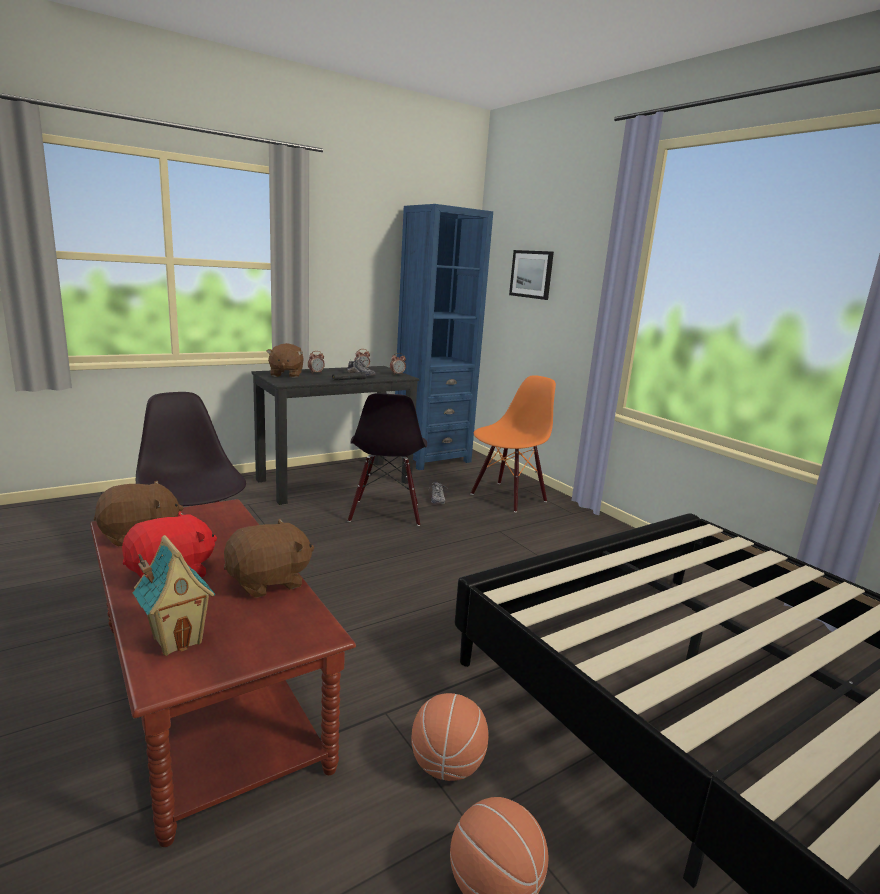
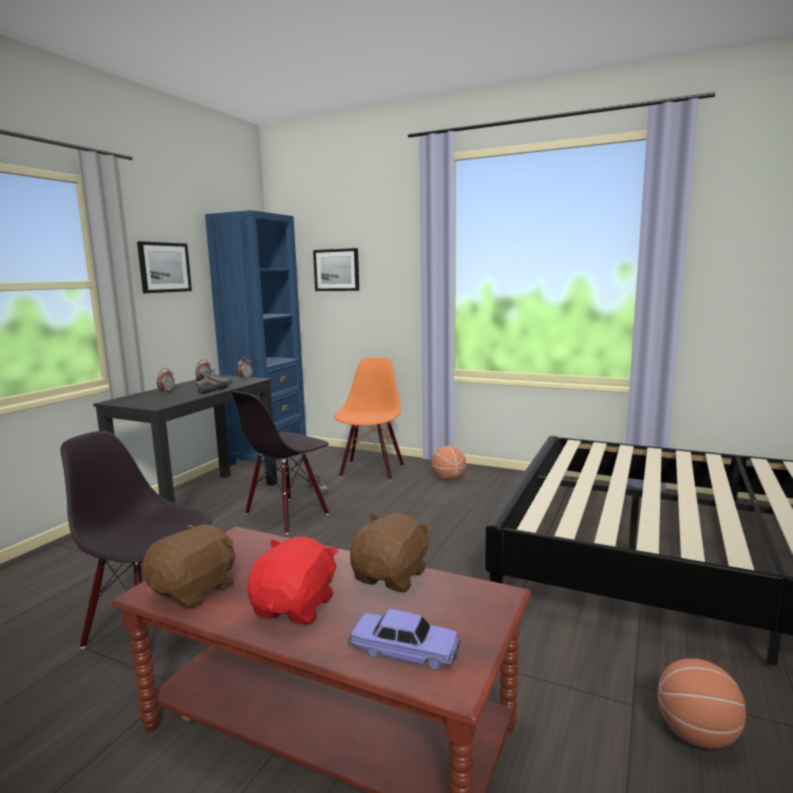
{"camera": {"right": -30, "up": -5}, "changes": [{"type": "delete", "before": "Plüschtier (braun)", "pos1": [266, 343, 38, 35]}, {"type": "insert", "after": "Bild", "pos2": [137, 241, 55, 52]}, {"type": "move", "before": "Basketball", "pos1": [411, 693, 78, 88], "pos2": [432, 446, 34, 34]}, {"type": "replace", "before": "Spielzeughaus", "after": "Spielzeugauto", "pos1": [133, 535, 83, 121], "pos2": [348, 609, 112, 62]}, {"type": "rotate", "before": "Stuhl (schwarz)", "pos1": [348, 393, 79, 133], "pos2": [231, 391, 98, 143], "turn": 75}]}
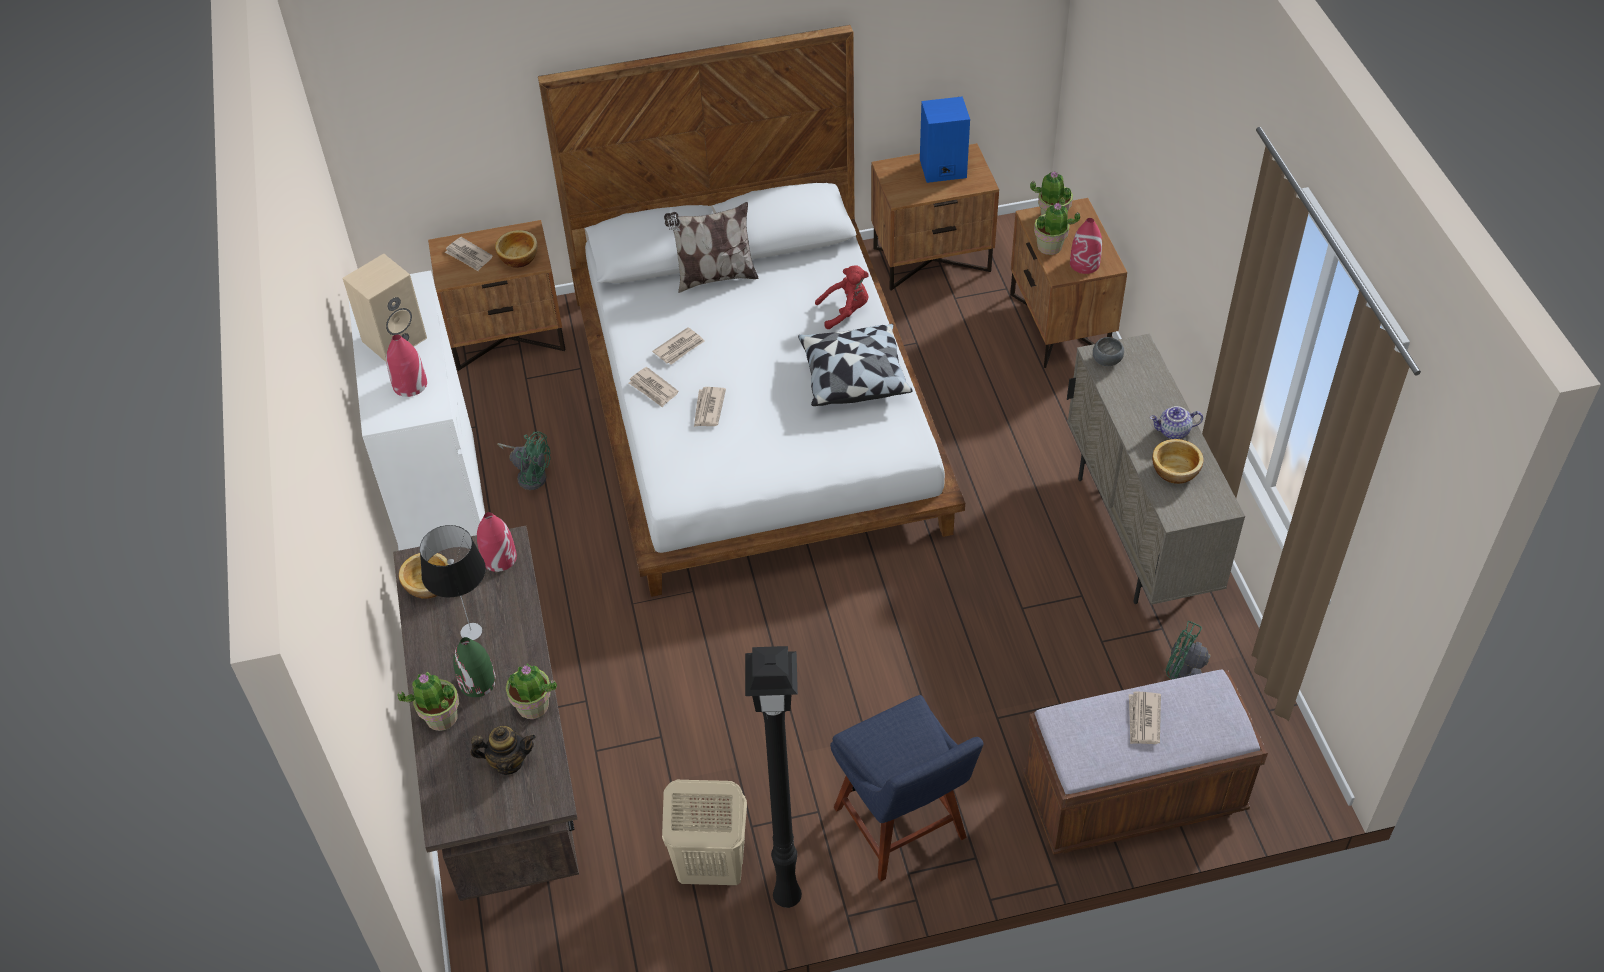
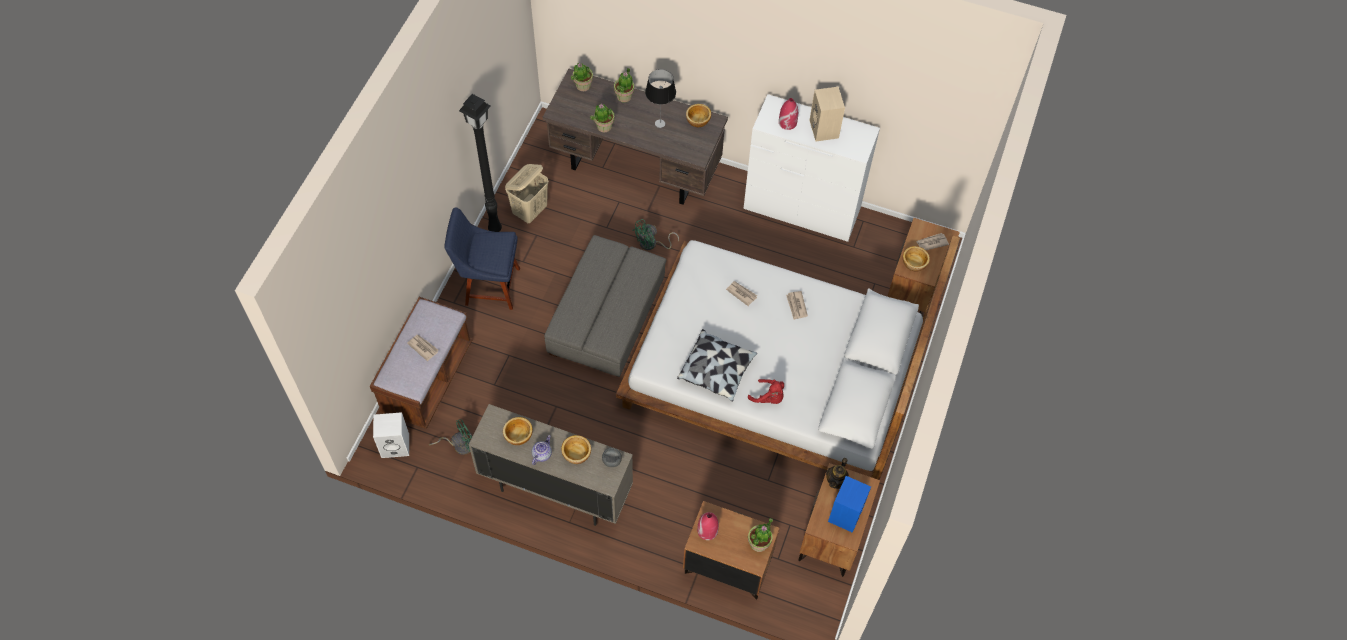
{"camera": {"right": 120, "up": 10}, "changes": [{"type": "delete", "before": "Vase (grün)", "pos1": [453, 637, 43, 60]}, {"type": "delete", "before": "Vase (rot)", "pos1": [477, 512, 40, 60]}, {"type": "delete", "before": "Zeitung", "pos1": [629, 367, 50, 40]}, {"type": "delete", "before": "Kissen", "pos1": [664, 202, 95, 91]}, {"type": "insert", "after": "Lautsprecher (weiß)", "pos2": [373, 412, 36, 46]}, {"type": "insert", "after": "Polsterhocker (grau)", "pos2": [544, 235, 123, 142]}, {"type": "insert", "after": "Schüssel", "pos2": [561, 435, 30, 29]}, {"type": "move", "before": "Teekanne", "pos1": [471, 726, 65, 49], "pos2": [826, 458, 23, 31]}, {"type": "move", "before": "Ventilator (grün)", "pos1": [497, 431, 54, 59], "pos2": [632, 219, 47, 31]}, {"type": "move", "before": "Topfpflanze", "pos1": [1034, 203, 46, 52], "pos2": [571, 63, 22, 28]}, {"type": "rotate", "before": "Plüschtier (rot)", "pos1": [815, 265, 54, 64], "pos2": [748, 379, 36, 25], "turn": -75}]}
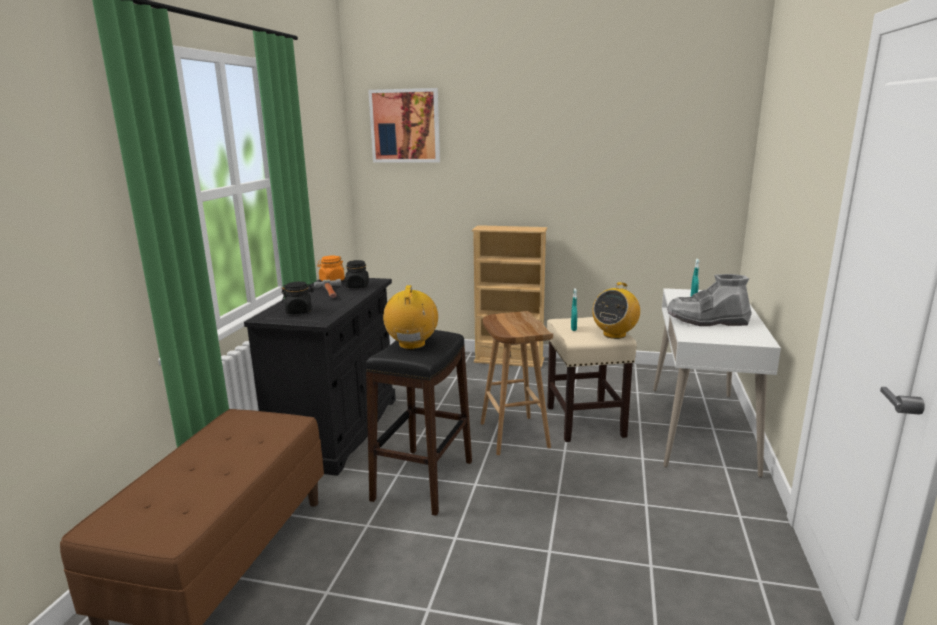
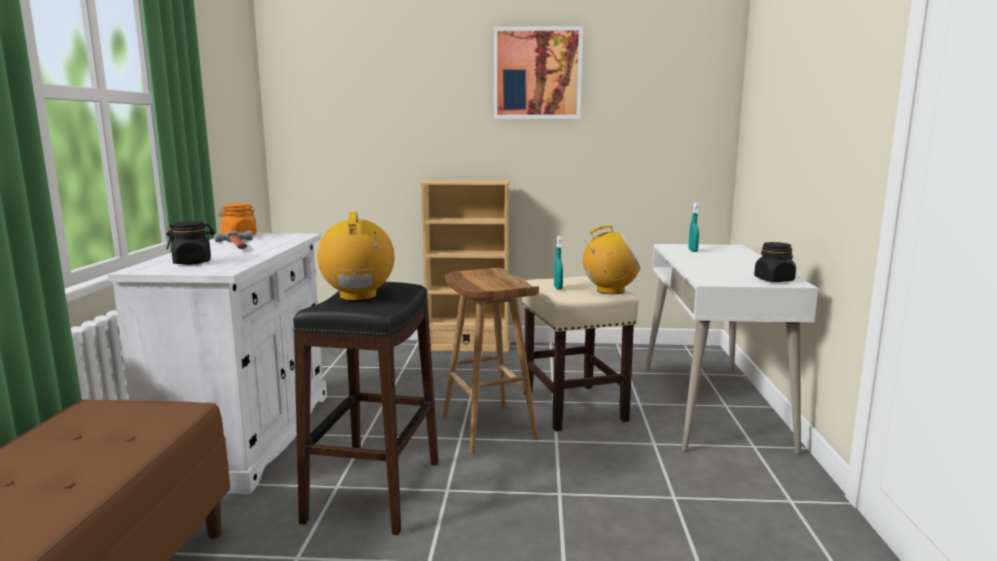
{"camera": {"right": -10, "up": -5}, "changes": [{"type": "delete", "before": "Stiefel (grau)", "pos1": [667, 274, 85, 52]}, {"type": "move", "before": "Vorratsglas (schwarz)", "pos1": [345, 260, 24, 28], "pos2": [754, 242, 42, 40]}, {"type": "move", "before": "Bild", "pos1": [368, 88, 72, 75], "pos2": [494, 26, 89, 93]}, {"type": "recolor", "before": "Schrank (schwarz)", "after": "Schrank (weiß)", "pos1": [244, 278, 152, 198], "pos2": [108, 233, 219, 261]}, {"type": "rotate", "before": "Radio", "pos1": [592, 282, 48, 57], "pos2": [583, 225, 58, 69], "turn": -120}]}
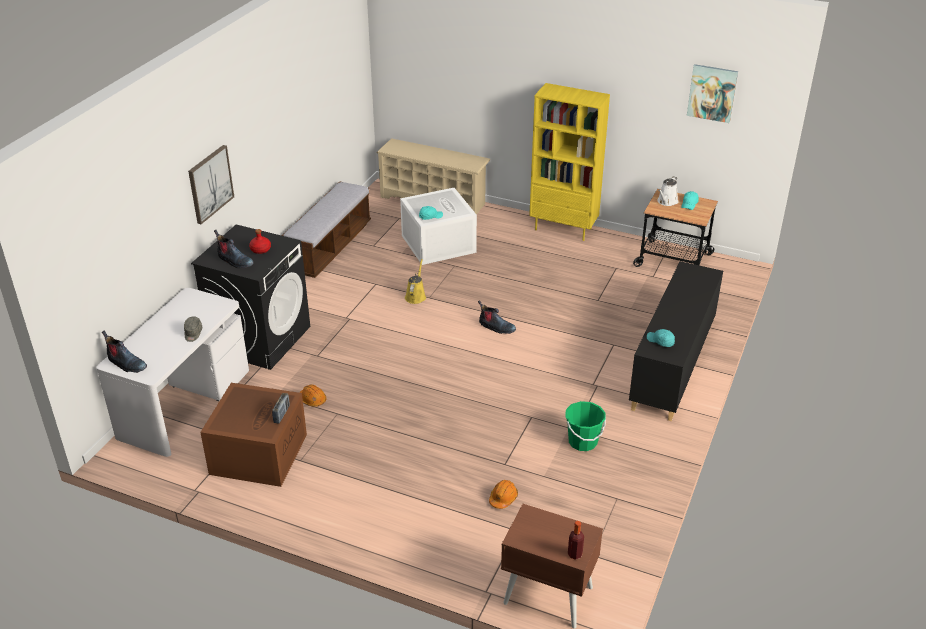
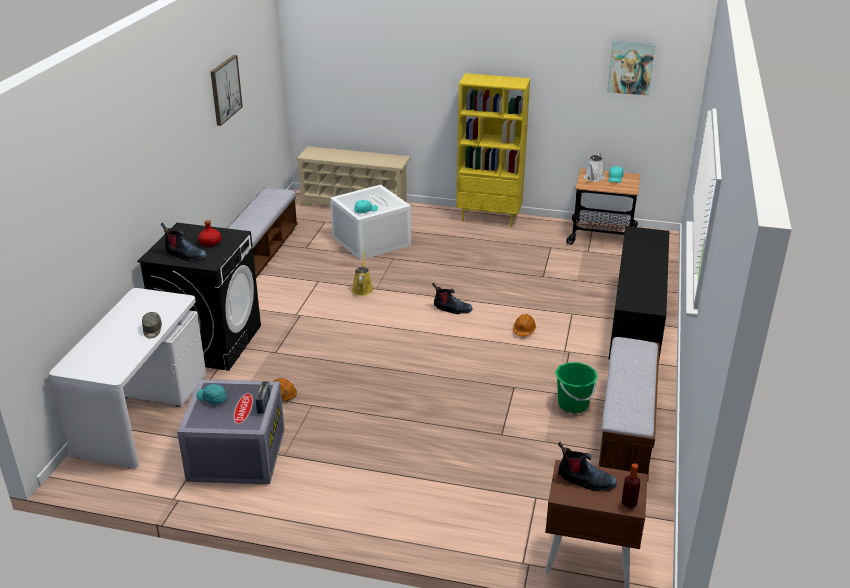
{"camera": {"right": -10, "up": -5}, "changes": [{"type": "insert", "after": "Bank", "pos2": [599, 337, 61, 144]}, {"type": "move", "before": "Stiefel", "pos1": [102, 330, 45, 43], "pos2": [558, 442, 59, 49]}, {"type": "move", "before": "Bild", "pos1": [188, 145, 46, 79], "pos2": [211, 55, 32, 71]}, {"type": "move", "before": "Schutzhelm (orange)", "pos1": [489, 480, 29, 29], "pos2": [513, 314, 23, 23]}, {"type": "move", "before": "Kappe (türkis)", "pos1": [647, 329, 28, 18], "pos2": [196, 384, 31, 20]}, {"type": "recolor", "before": "Aufbewahrungsbox (braun)", "after": "Aufbewahrungsbox (grau)", "pos1": [200, 383, 107, 104], "pos2": [177, 379, 108, 105]}]}
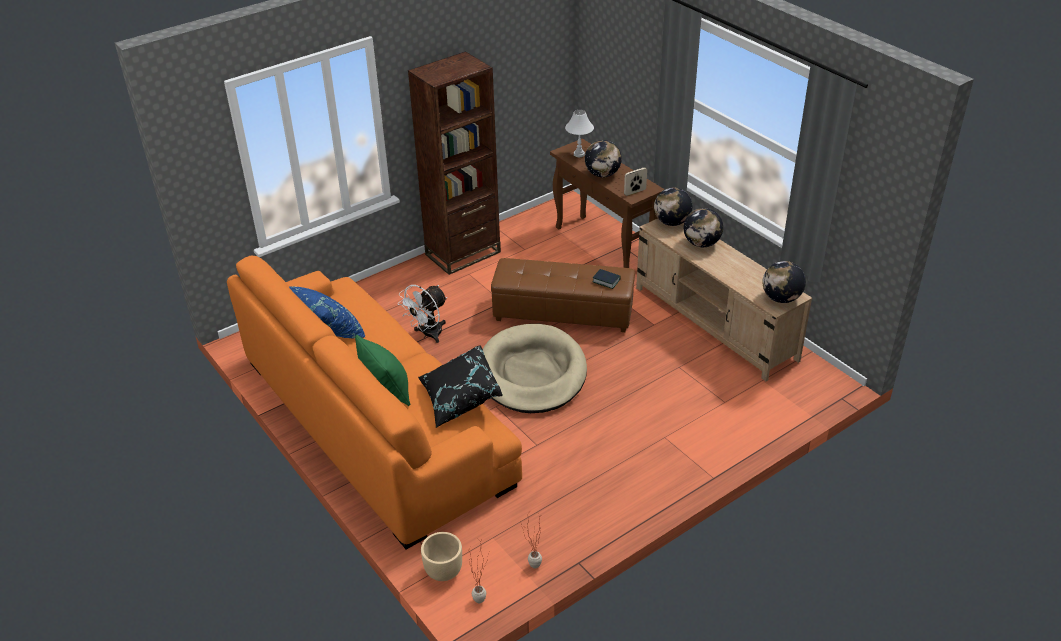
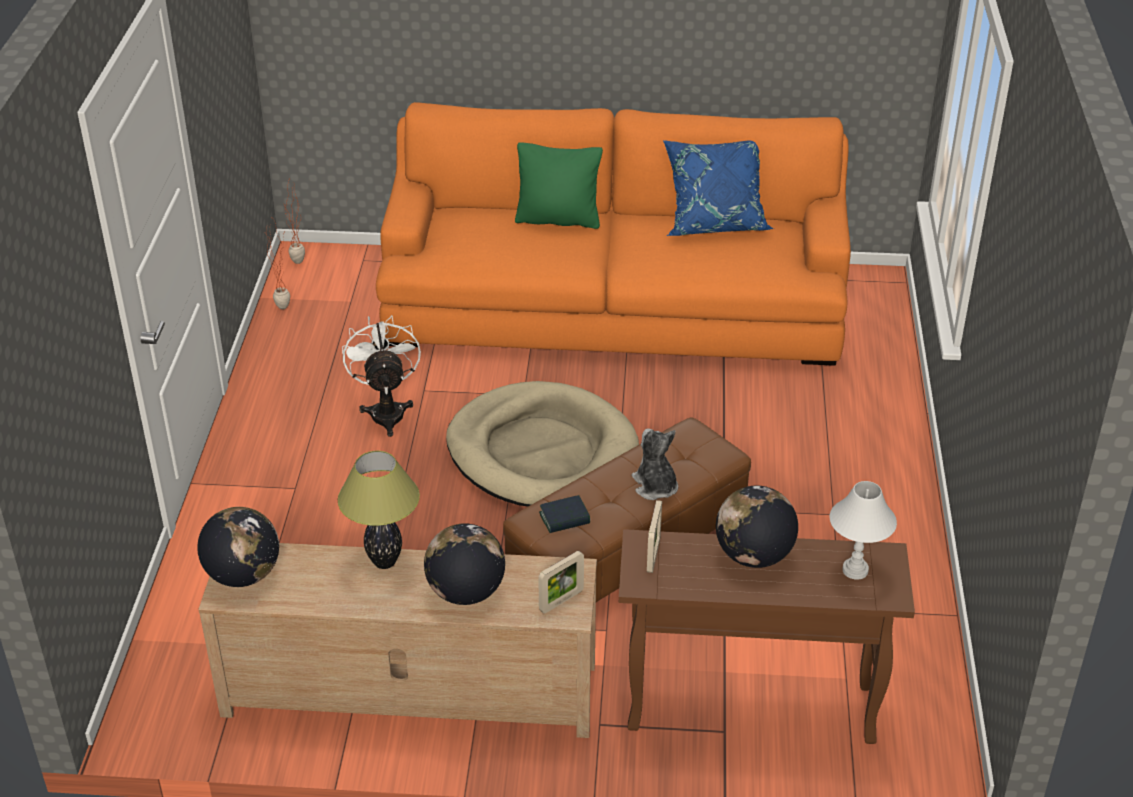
{"camera": {"right": 130, "up": 0}, "changes": [{"type": "delete", "before": "Bücherregal (braun)", "pos1": [408, 51, 93, 224]}, {"type": "delete", "before": "Kissen (schwarz)", "pos1": [418, 346, 85, 82]}, {"type": "delete", "before": "Pflanzkübel (beige)", "pos1": [421, 532, 41, 49]}, {"type": "insert", "after": "Tischlampe", "pos2": [338, 451, 82, 118]}, {"type": "insert", "after": "Plüschtier", "pos2": [632, 428, 46, 72]}, {"type": "move", "before": "Ventilator (weiß)", "pos1": [398, 285, 49, 58], "pos2": [342, 315, 79, 122]}, {"type": "replace", "before": "Globus", "after": "Bilderrahmen", "pos1": [654, 188, 38, 38], "pos2": [538, 551, 46, 62]}]}
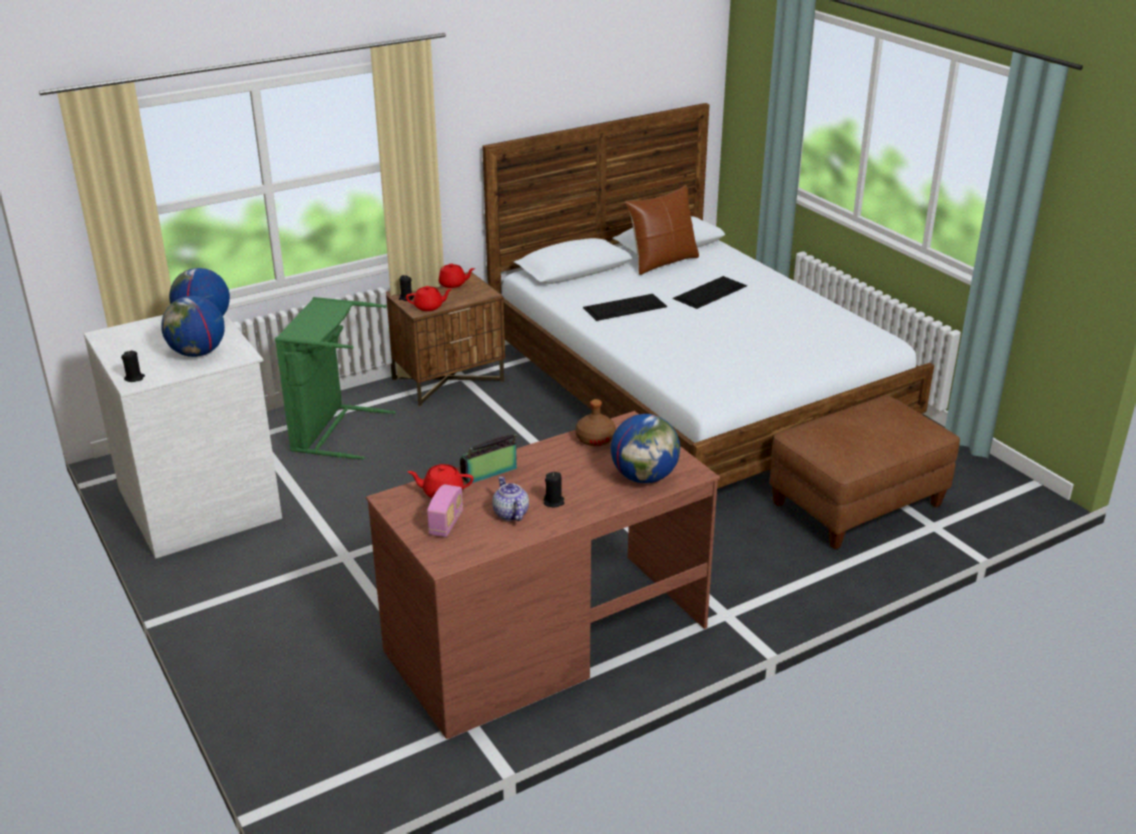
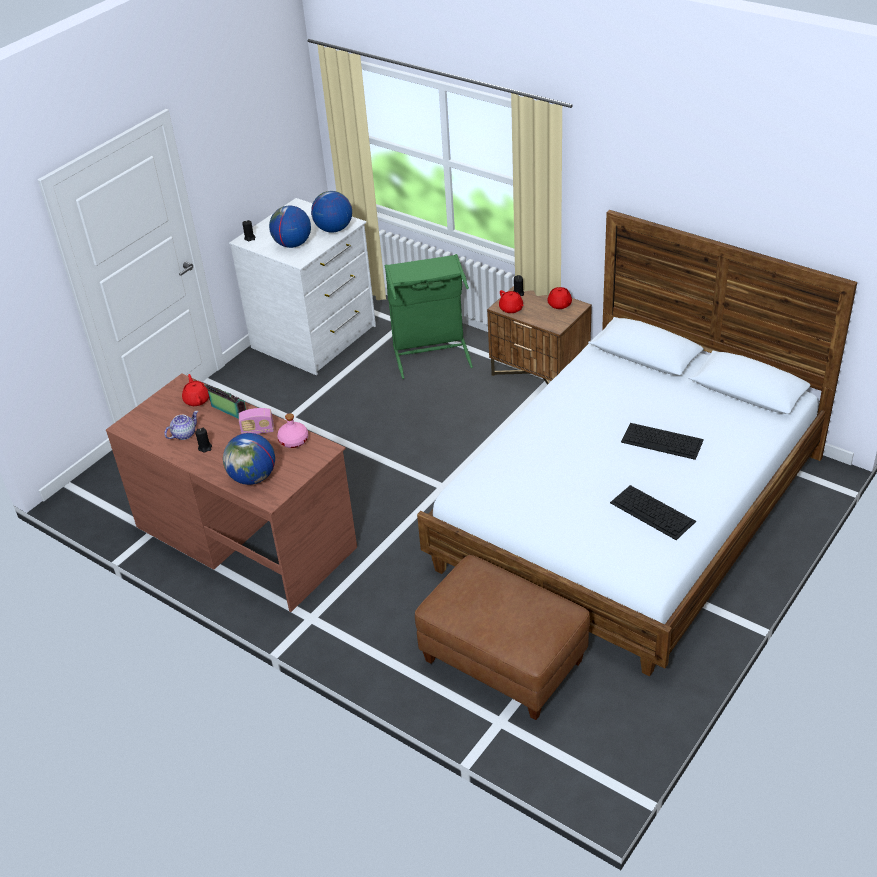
{"camera": {"right": 70, "up": 10}, "changes": [{"type": "delete", "before": "Kissen (braun)", "pos1": [625, 186, 74, 89]}, {"type": "move", "before": "Radio", "pos1": [427, 484, 36, 53], "pos2": [239, 408, 35, 26]}, {"type": "move", "before": "Tastatur", "pos1": [583, 294, 84, 27], "pos2": [610, 485, 86, 55]}, {"type": "recolor", "before": "Flasche (braun)", "after": "Flasche (rosa)", "pos1": [576, 399, 40, 47], "pos2": [277, 413, 31, 35]}]}
